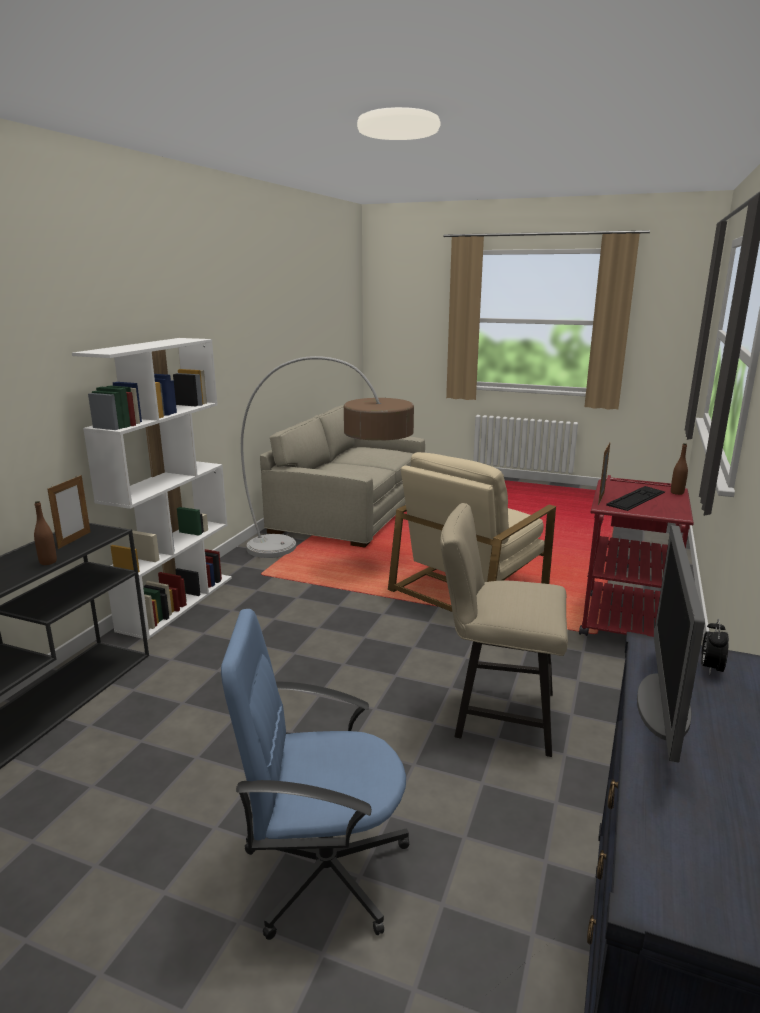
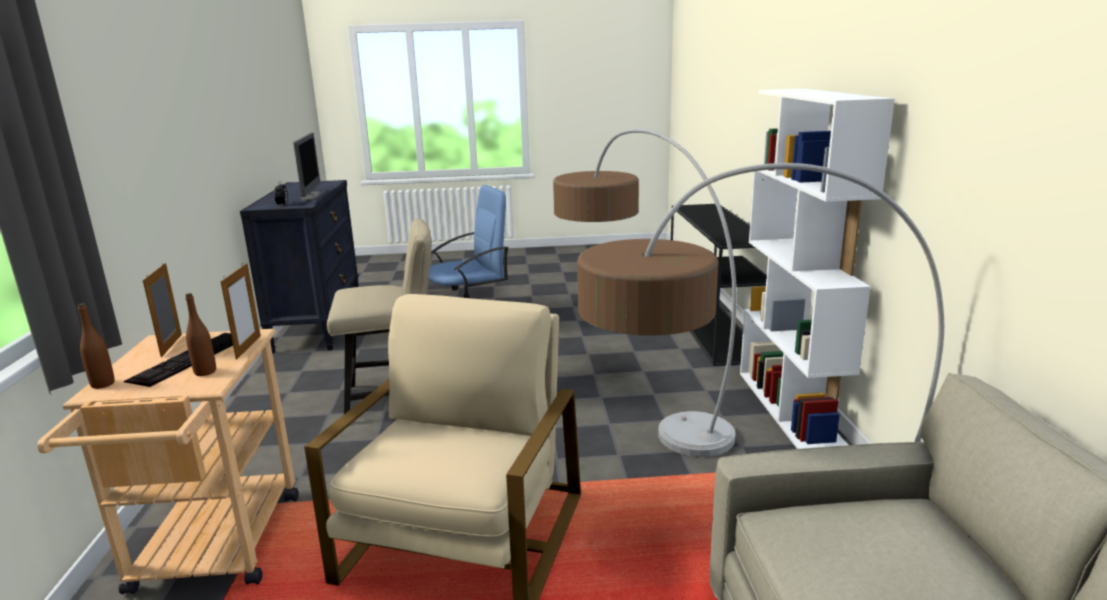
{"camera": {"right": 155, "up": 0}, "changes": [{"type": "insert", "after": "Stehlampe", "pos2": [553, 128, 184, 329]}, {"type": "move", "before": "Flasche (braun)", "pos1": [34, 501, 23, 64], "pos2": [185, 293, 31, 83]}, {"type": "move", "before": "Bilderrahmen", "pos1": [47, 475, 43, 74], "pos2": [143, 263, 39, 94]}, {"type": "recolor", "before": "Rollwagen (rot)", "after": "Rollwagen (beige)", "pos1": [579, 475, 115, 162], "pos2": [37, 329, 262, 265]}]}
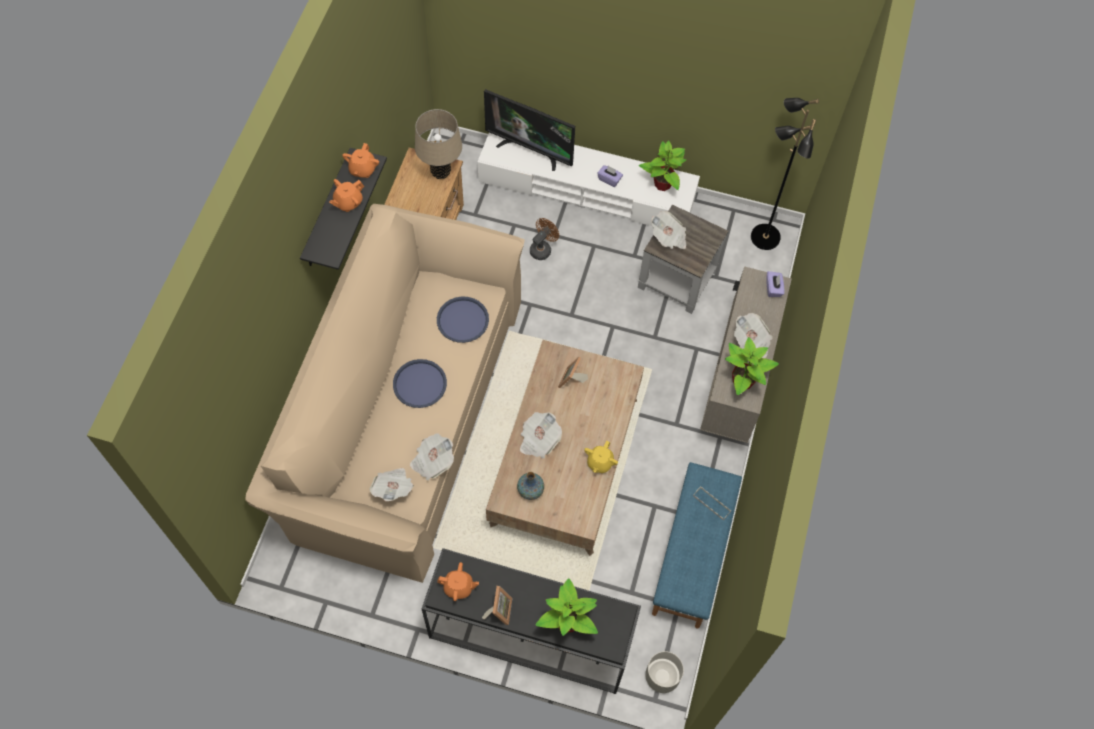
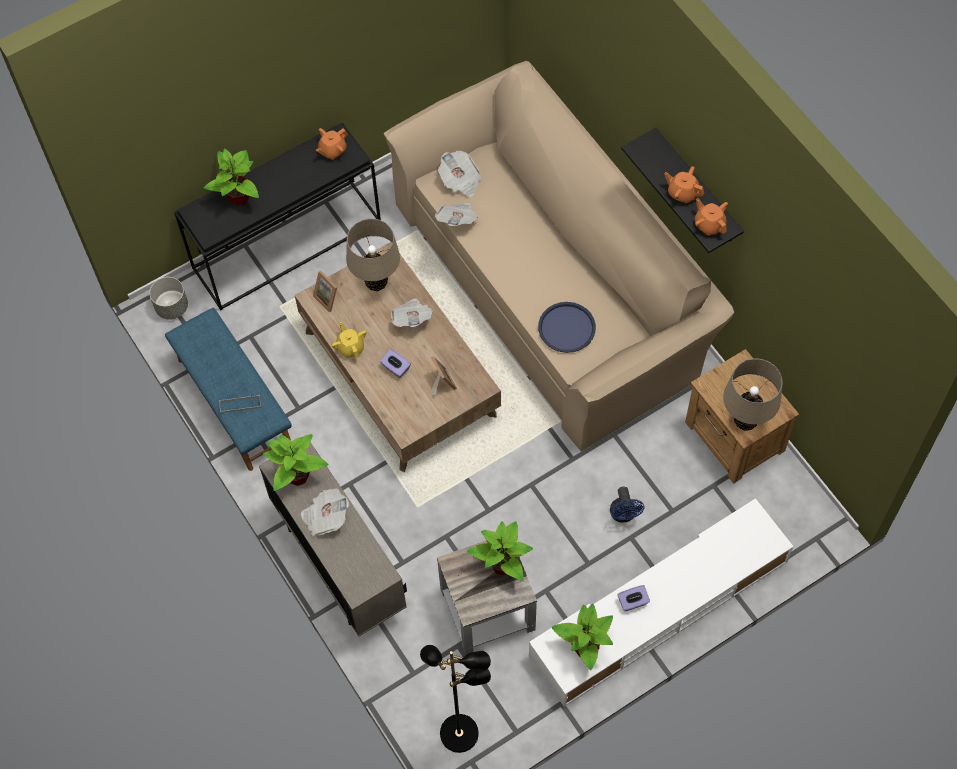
{"camera": {"right": 135, "up": 0}, "changes": [{"type": "delete", "before": "Tablett (blau)", "pos1": [393, 359, 54, 49]}, {"type": "delete", "before": "Fernseher", "pos1": [484, 89, 91, 82]}, {"type": "move", "before": "Bilderrahmen", "pos1": [482, 586, 31, 39], "pos2": [313, 271, 24, 41]}, {"type": "move", "before": "Taschentuchbox (lila)", "pos1": [766, 271, 18, 26], "pos2": [380, 349, 31, 29]}, {"type": "replace", "before": "Vase", "after": "Tischlampe (beige)", "pos1": [517, 472, 27, 28], "pos2": [346, 218, 54, 73]}, {"type": "replace", "before": "Zeitung", "after": "Topfpflanze", "pos1": [651, 211, 35, 38], "pos2": [467, 521, 66, 60]}, {"type": "recolor", "before": "Ventilator (braun)", "after": "Ventilator (blau)", "pos1": [530, 218, 29, 42], "pos2": [610, 487, 34, 36]}, {"type": "rotate", "before": "Teekanne (orange)", "pos1": [329, 179, 35, 33], "pos2": [664, 166, 40, 37], "turn": -60}]}
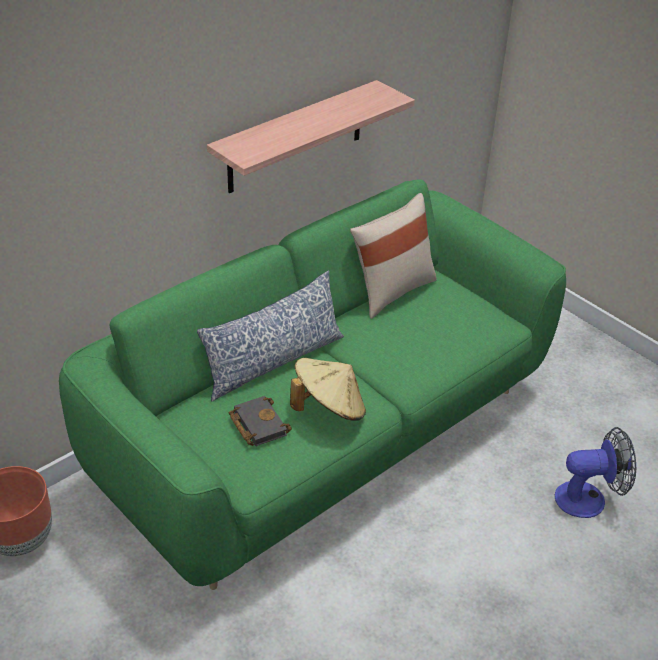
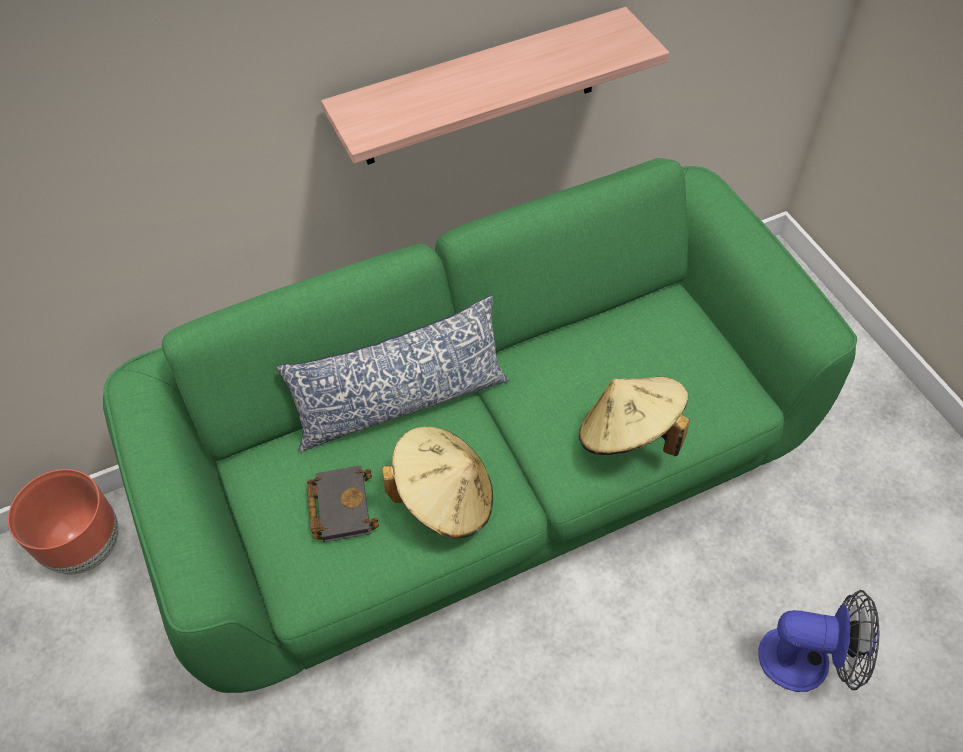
{"camera": {"right": 20, "up": 15}, "changes": [{"type": "delete", "before": "Kissen (beige)", "pos1": [350, 193, 87, 126]}, {"type": "insert", "after": "Hut (beige)", "pos2": [579, 376, 111, 80]}]}
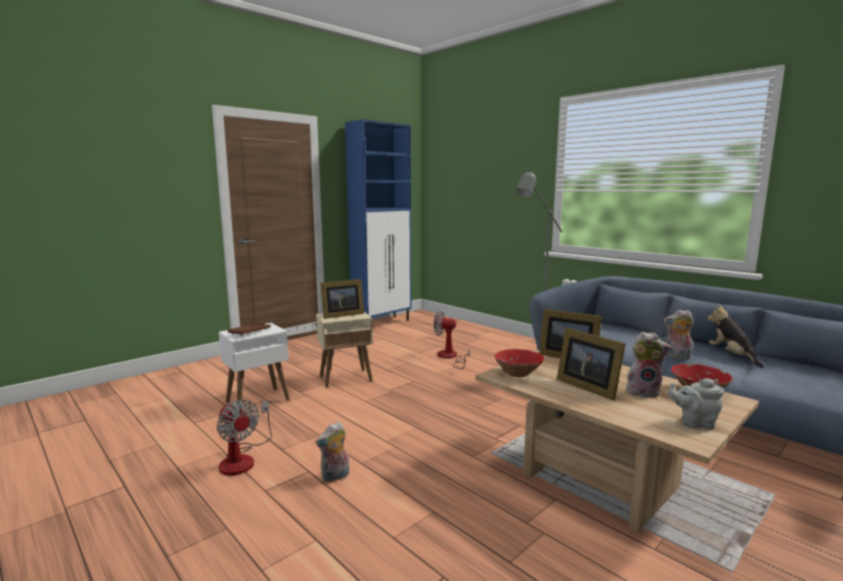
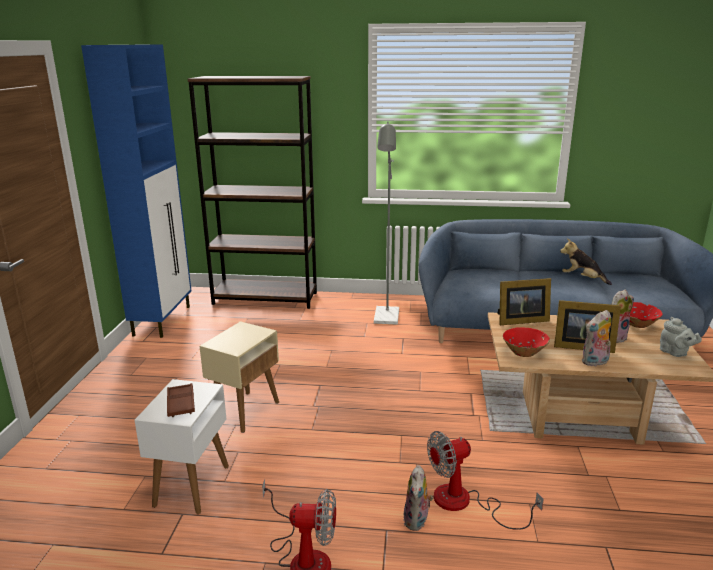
{"camera": {"right": -40, "up": 10}, "changes": [{"type": "delete", "before": "Bilderrahmen", "pos1": [320, 279, 44, 40]}, {"type": "insert", "after": "Bücherregal (braun)", "pos2": [188, 76, 129, 233]}, {"type": "move", "before": "Ventilator", "pos1": [433, 311, 37, 58], "pos2": [427, 431, 117, 99]}, {"type": "move", "before": "Plüschtier", "pos1": [663, 310, 31, 49], "pos2": [581, 310, 30, 56]}, {"type": "rotate", "before": "Teekanne (grau)", "pos1": [668, 378, 56, 51], "pos2": [660, 317, 42, 40], "turn": -90}]}
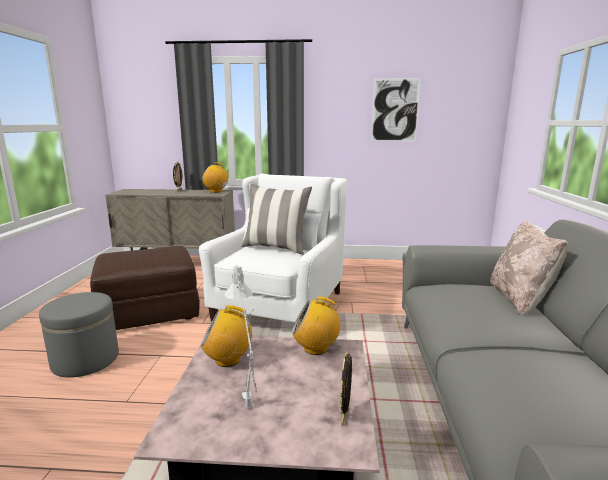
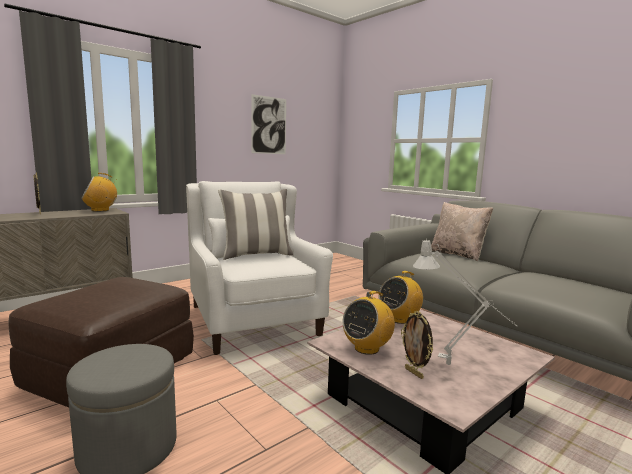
{"camera": {"right": -45, "up": -5}, "changes": [{"type": "move", "before": "Bilderrahmen", "pos1": [340, 352, 12, 74], "pos2": [401, 311, 32, 68]}]}
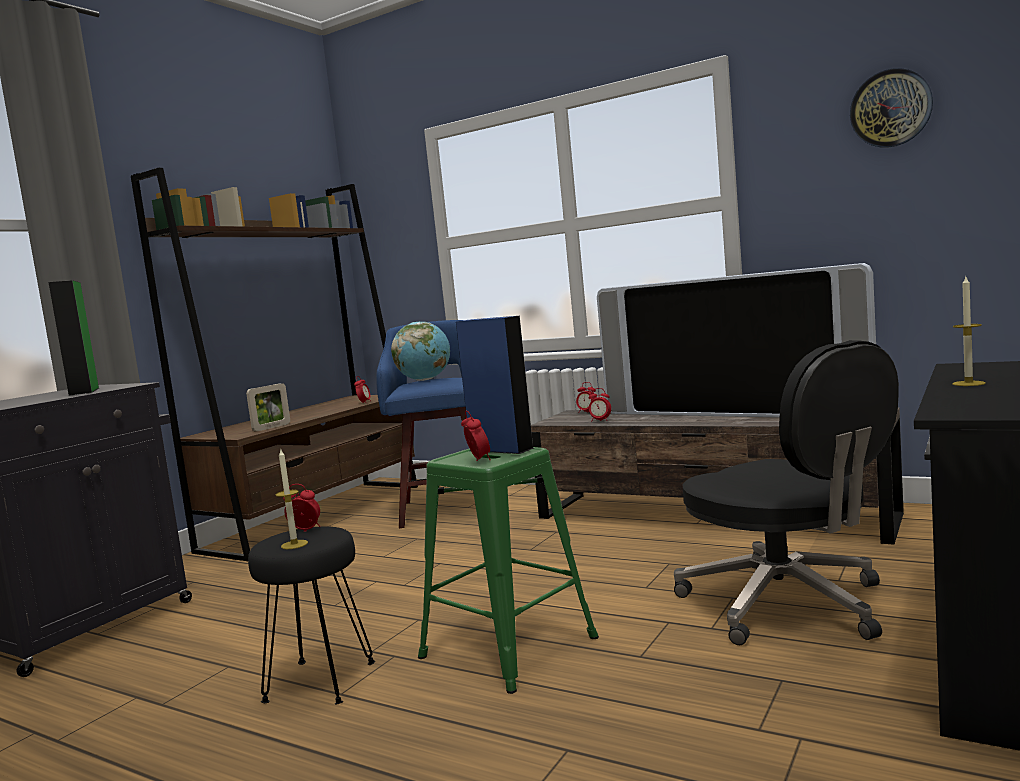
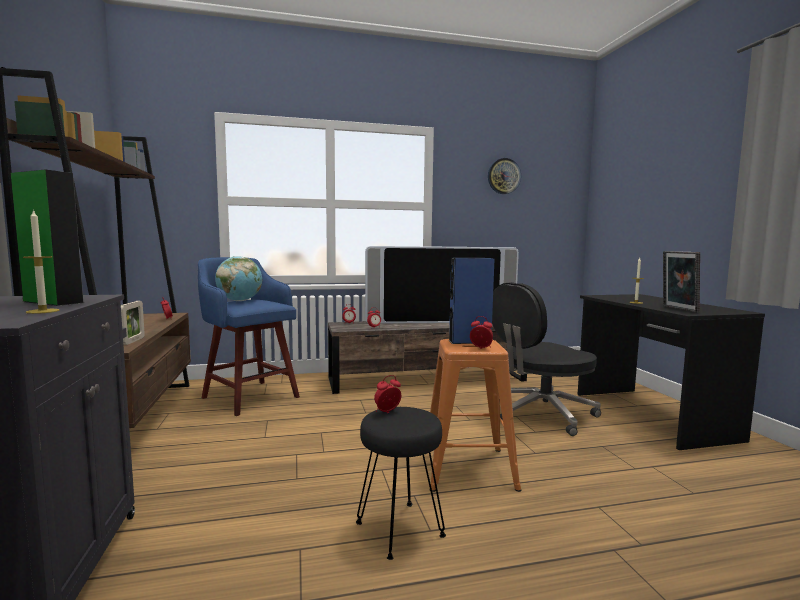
{"camera": {"right": -45, "up": 0}, "changes": [{"type": "insert", "after": "Bilderrahmen", "pos2": [663, 251, 37, 61]}, {"type": "move", "before": "Kerze", "pos1": [276, 450, 32, 99], "pos2": [23, 209, 36, 105]}, {"type": "recolor", "before": "Hocker (grün)", "after": "Hocker (orange)", "pos1": [418, 447, 181, 247], "pos2": [430, 339, 91, 153]}, {"type": "rotate", "before": "Bürostuhl (schwarz)", "pos1": [674, 340, 225, 305], "pos2": [492, 282, 109, 154], "turn": 135}]}
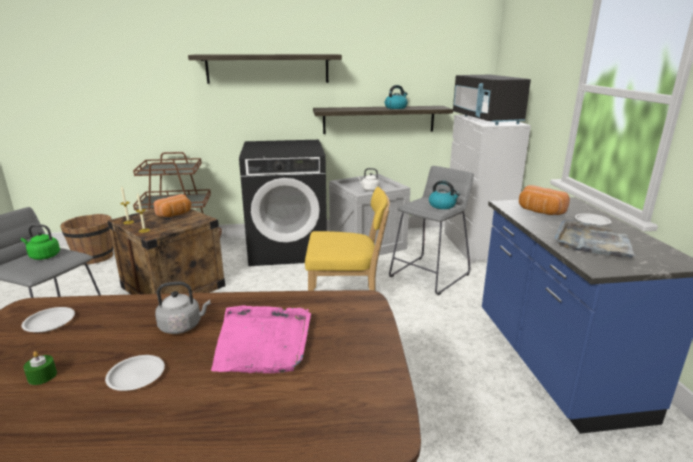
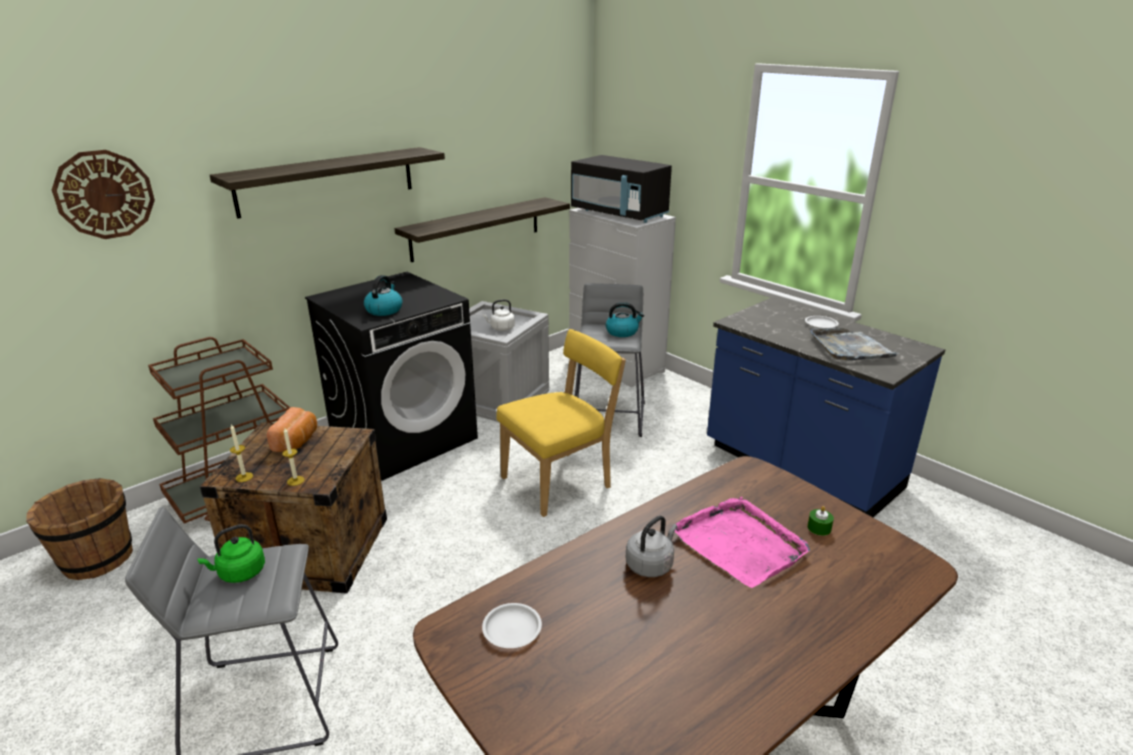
{"camera": {"right": -35, "up": 5}, "changes": [{"type": "delete", "before": "Teller (weiß)", "pos1": [105, 355, 60, 36]}, {"type": "delete", "before": "Brot", "pos1": [519, 185, 51, 30]}, {"type": "insert", "after": "Wanduhr", "pos2": [52, 150, 103, 89]}, {"type": "move", "before": "Kerze (grün)", "pos1": [23, 351, 34, 34], "pos2": [807, 506, 27, 30]}, {"type": "move", "before": "Wasserkessel", "pos1": [385, 85, 23, 24], "pos2": [364, 275, 38, 41]}]}
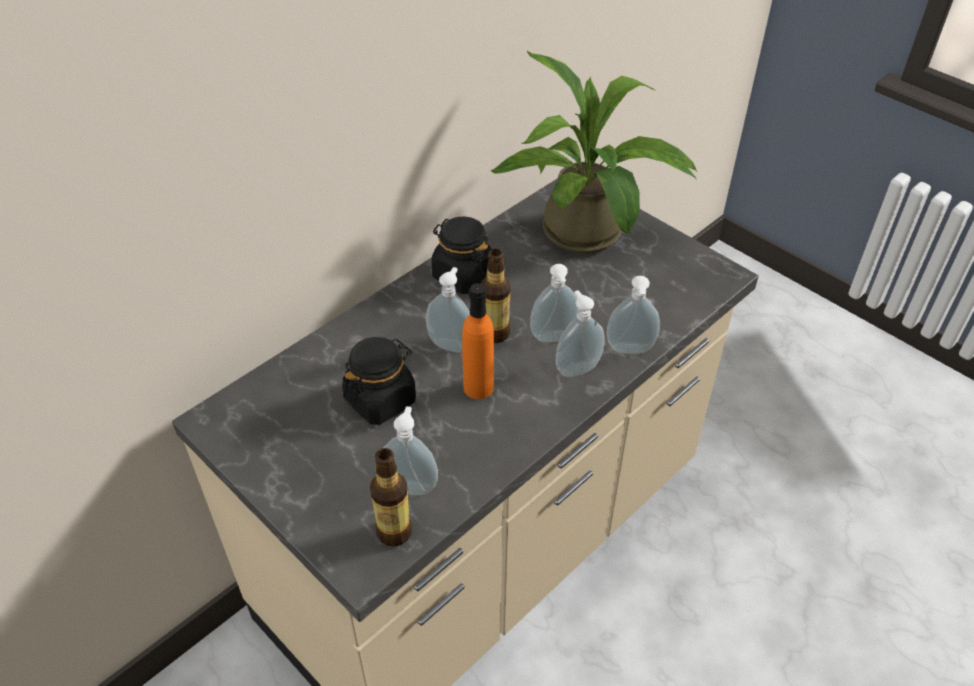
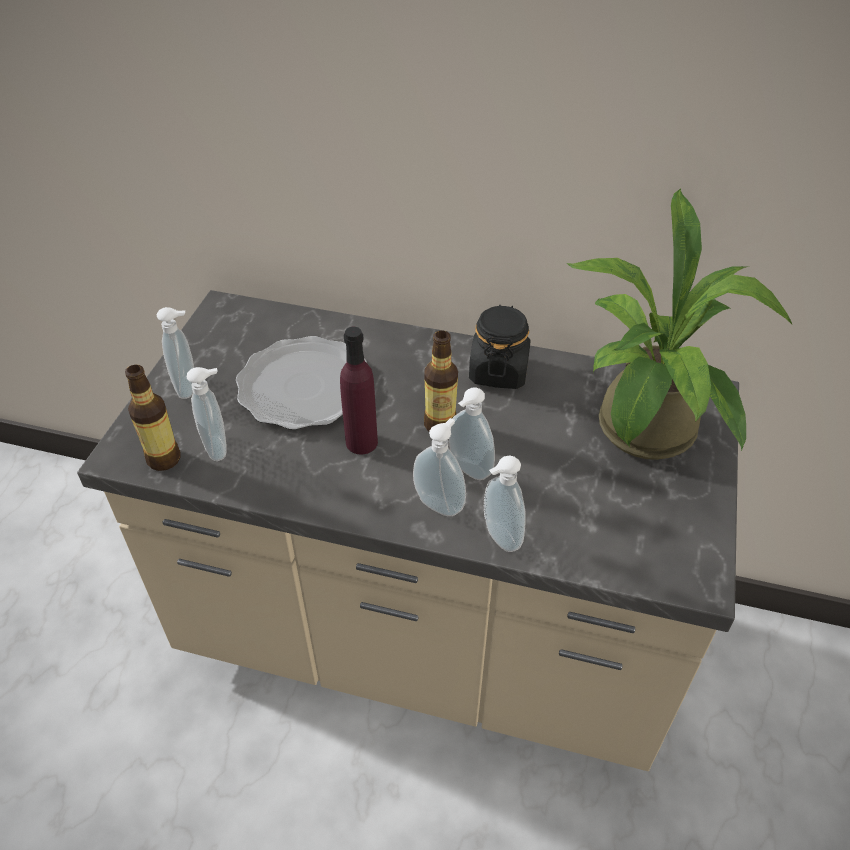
{"camera": {"right": 60, "up": 0}, "changes": [{"type": "move", "before": "Seifenspender", "pos1": [426, 267, 44, 86], "pos2": [156, 307, 38, 92]}, {"type": "replace", "before": "Vorratsglas (schwarz)", "after": "Teller", "pos1": [342, 337, 74, 88], "pos2": [236, 336, 131, 94]}, {"type": "recolor", "before": "Flasche (orange)", "after": "Flasche (lila)", "pos1": [462, 283, 32, 116], "pos2": [340, 327, 38, 127]}]}
